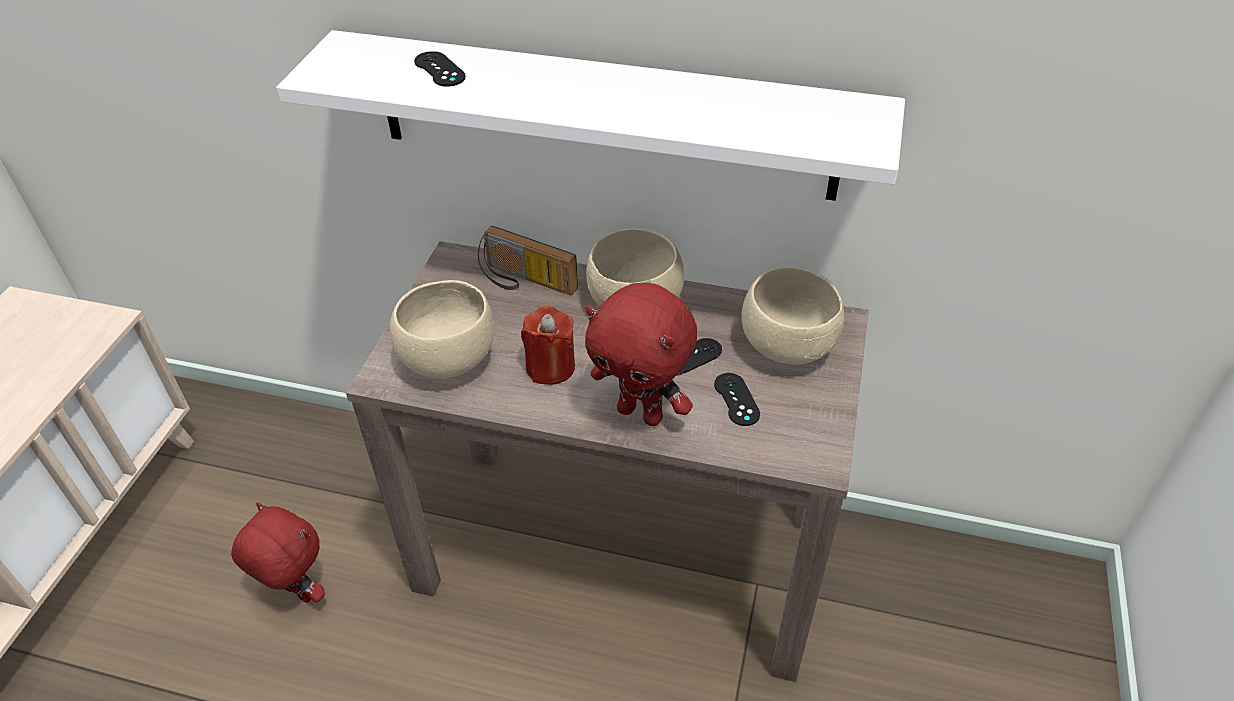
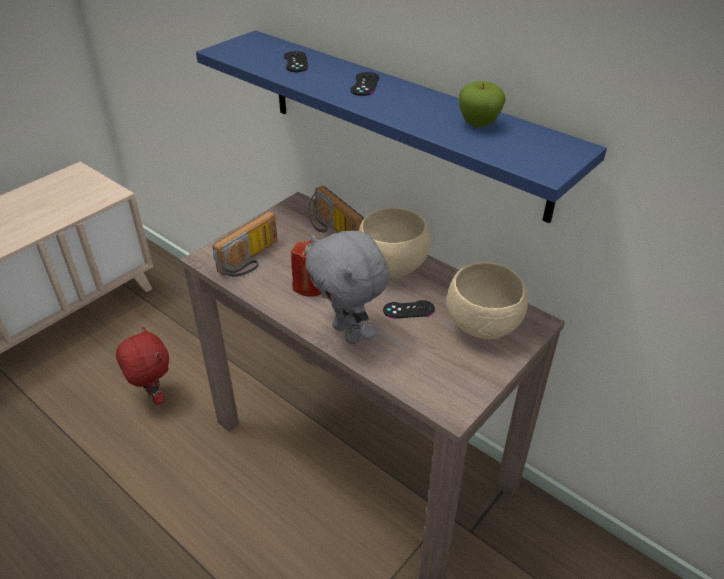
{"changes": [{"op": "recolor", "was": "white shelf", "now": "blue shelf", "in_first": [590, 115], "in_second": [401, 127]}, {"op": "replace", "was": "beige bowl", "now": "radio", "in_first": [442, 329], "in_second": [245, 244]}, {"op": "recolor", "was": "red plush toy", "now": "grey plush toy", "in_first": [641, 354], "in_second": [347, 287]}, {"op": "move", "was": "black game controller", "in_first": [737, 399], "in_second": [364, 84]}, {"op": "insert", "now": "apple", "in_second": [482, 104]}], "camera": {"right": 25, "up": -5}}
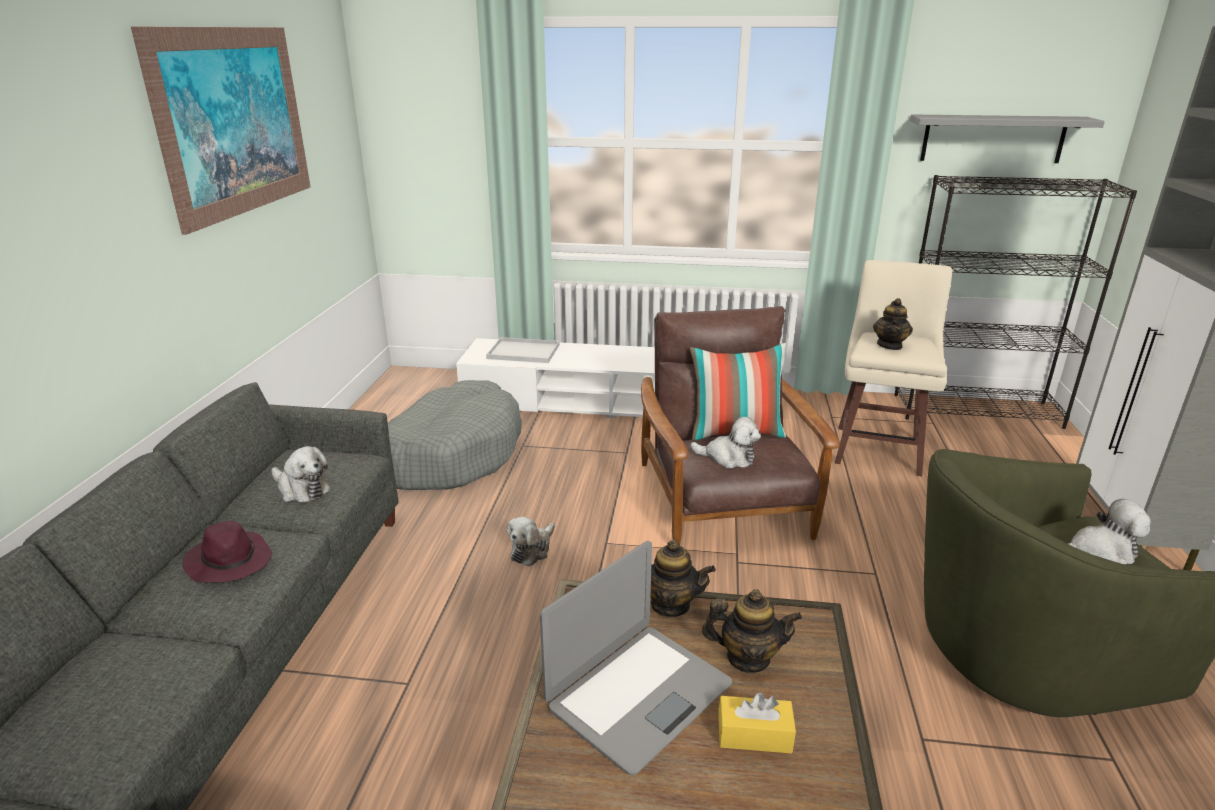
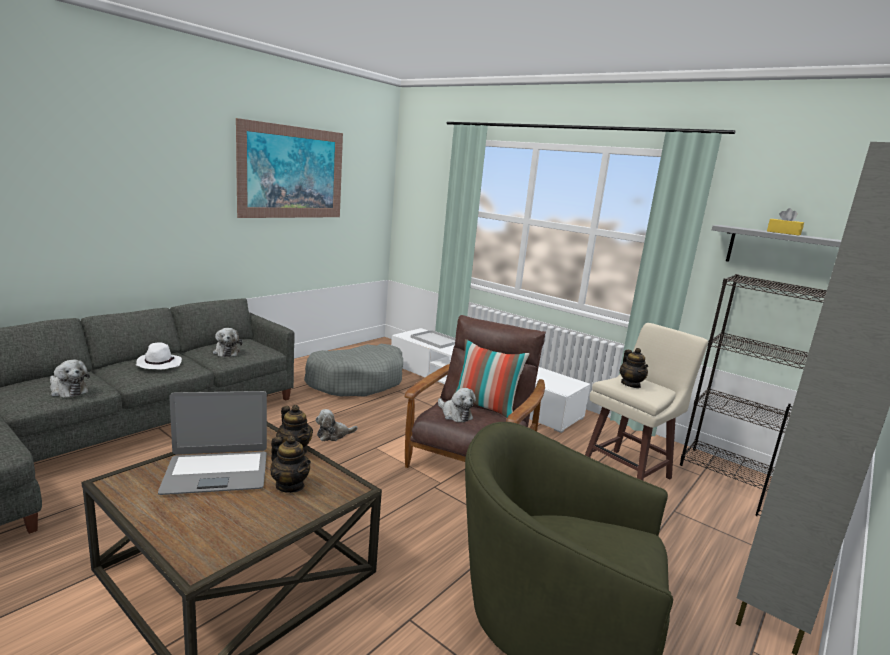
{"changes": [{"op": "recolor", "was": "purple hat", "now": "white hat", "in_first": [227, 551], "in_second": [159, 355]}, {"op": "move", "was": "yellow tissue box", "in_first": [757, 723], "in_second": [785, 221]}, {"op": "rotate", "was": "teapot", "in_first": [893, 324], "in_second": [634, 368], "clockwise": -60}, {"op": "move", "was": "plush toy", "in_first": [1109, 531], "in_second": [70, 379]}], "camera": {"right": 30, "up": -10}}
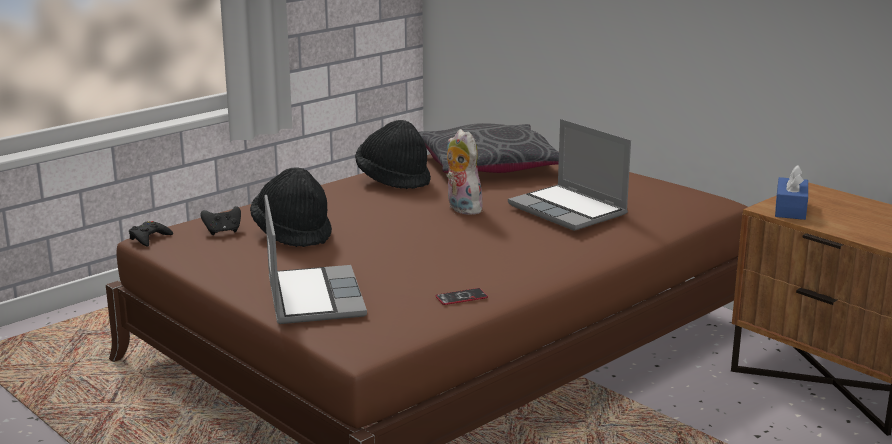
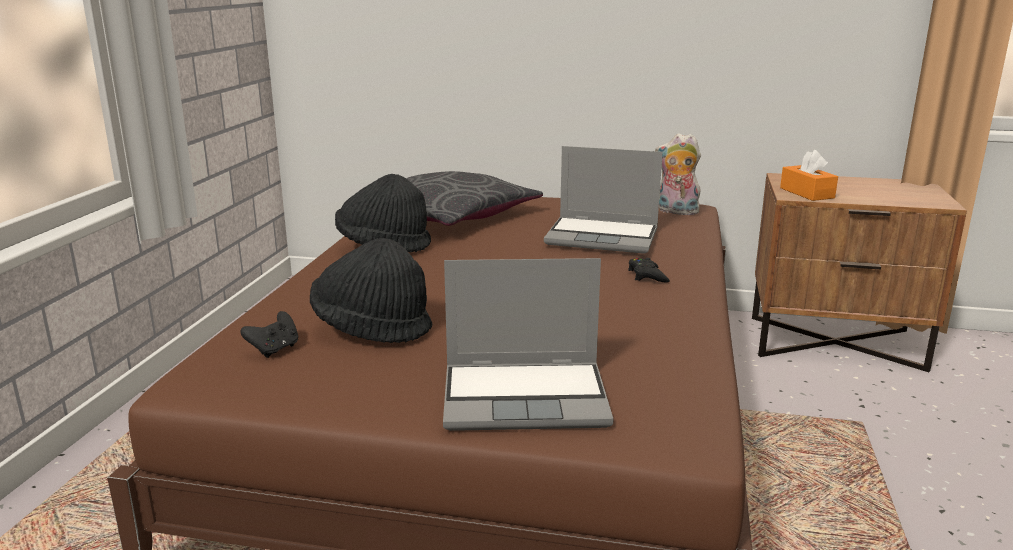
{"changes": [{"op": "move", "was": "black game controller", "in_first": [151, 233], "in_second": [649, 270]}, {"op": "rotate", "was": "laptop", "in_first": [315, 259], "in_second": [528, 344], "clockwise": 135}, {"op": "delete", "was": "phone", "in_first": [462, 296]}, {"op": "move", "was": "plush toy", "in_first": [466, 172], "in_second": [678, 174]}, {"op": "recolor", "was": "blue tissue box", "now": "orange tissue box", "in_first": [791, 192], "in_second": [809, 175]}], "camera": {"right": -35, "up": 0}}
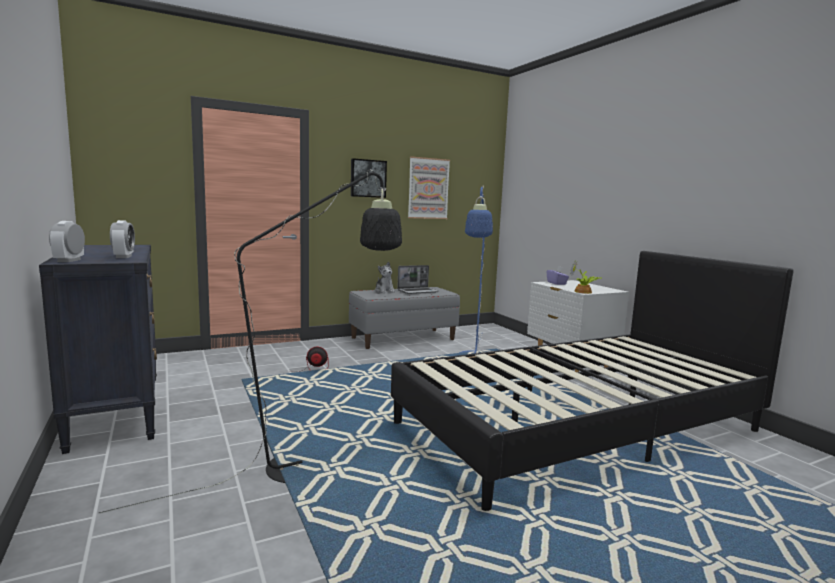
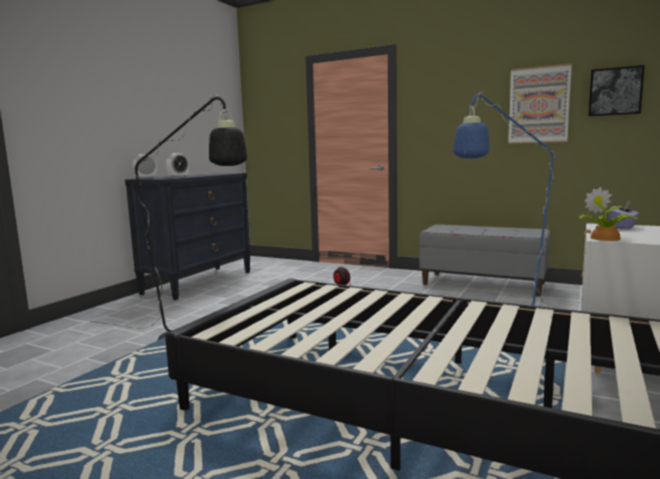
{"changes": [{"op": "move", "was": "picture", "in_first": [369, 178], "in_second": [616, 90]}, {"op": "delete", "was": "plush toy", "in_first": [385, 277]}, {"op": "delete", "was": "laptop", "in_first": [418, 279]}], "camera": {"right": 55, "up": 0}}
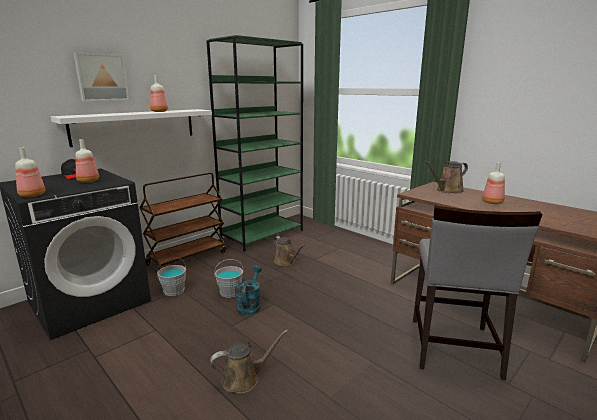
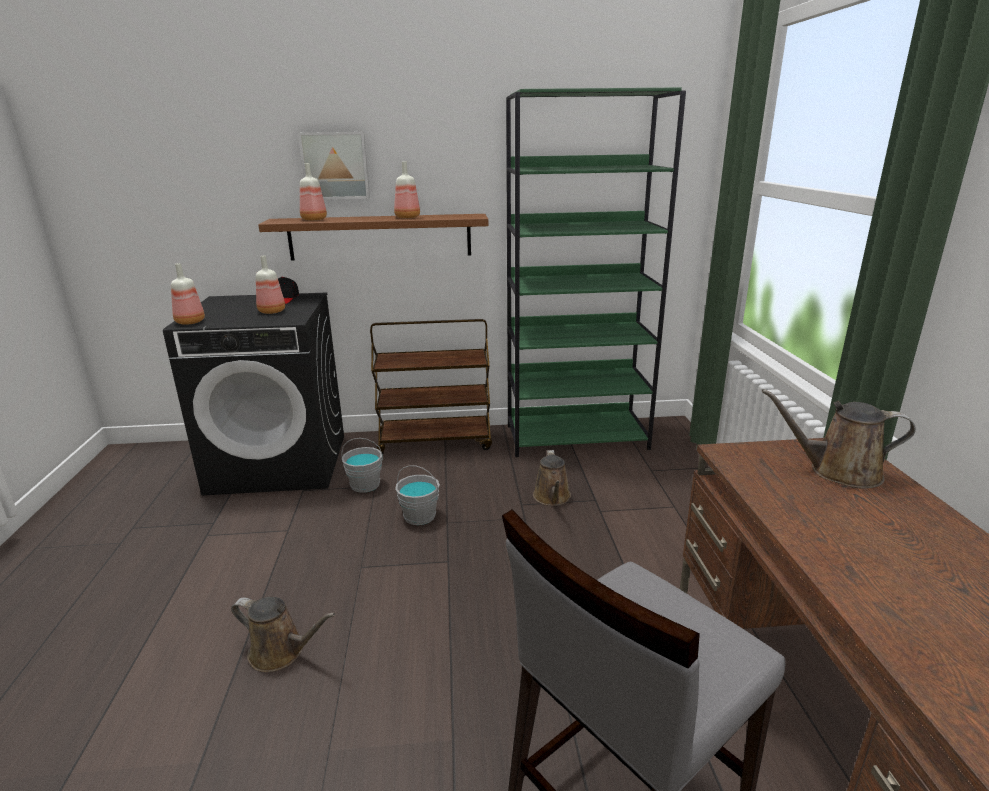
{"changes": [{"op": "recolor", "was": "white shelf", "now": "brown shelf", "in_first": [131, 128], "in_second": [373, 237]}, {"op": "delete", "was": "turquoise watering can", "in_first": [249, 290]}, {"op": "move", "was": "bottle", "in_first": [493, 183], "in_second": [313, 192]}], "camera": {"right": 40, "up": 5}}
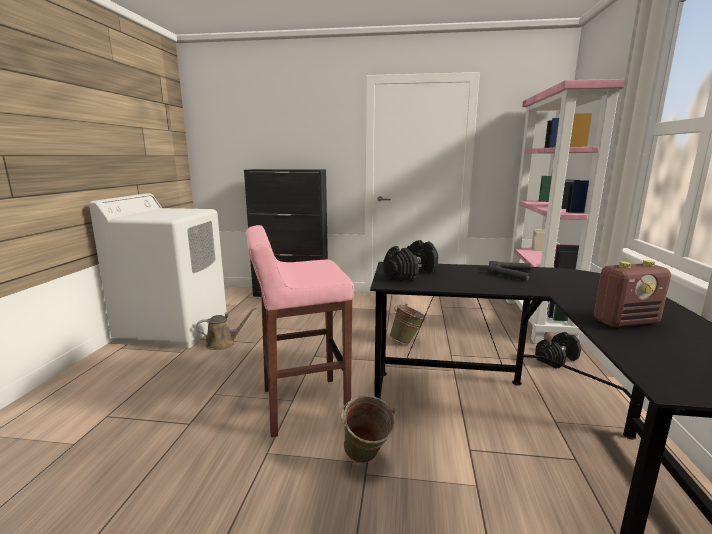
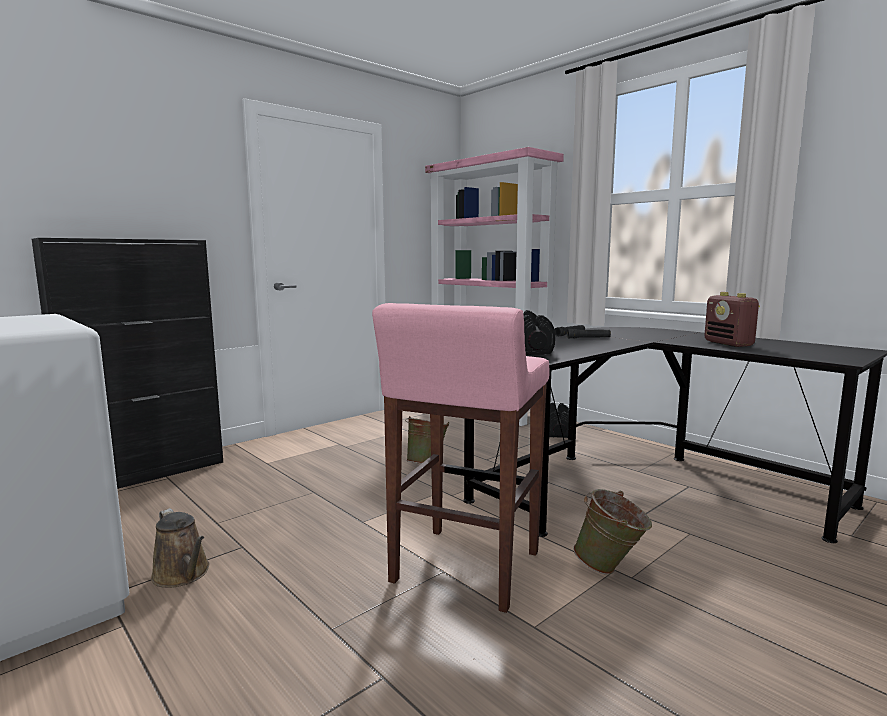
{"changes": [{"op": "rotate", "was": "brown watering can", "in_first": [226, 328], "in_second": [180, 548], "clockwise": 120}, {"op": "rotate", "was": "radio", "in_first": [632, 293], "in_second": [732, 319], "clockwise": 135}], "camera": {"right": -50, "up": -5}}
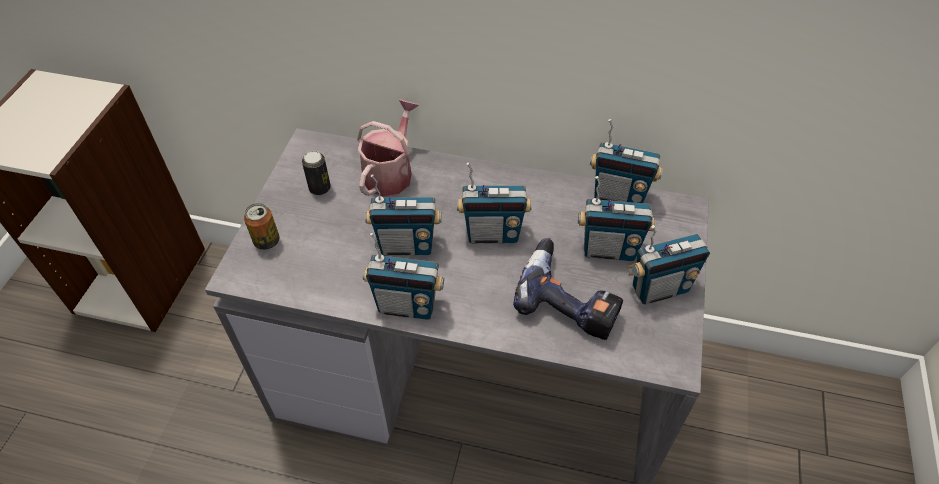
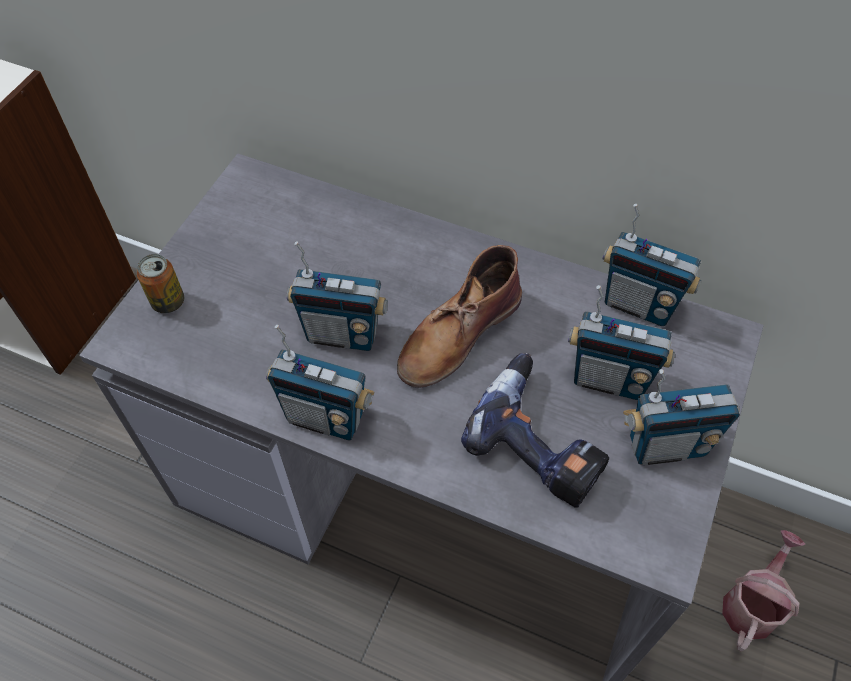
{"changes": [{"op": "delete", "was": "can", "in_first": [316, 173]}, {"op": "move", "was": "watering can", "in_first": [388, 148], "in_second": [763, 591]}, {"op": "replace", "was": "radio", "now": "brown boot", "in_first": [494, 202], "in_second": [459, 316]}], "camera": {"right": 10, "up": 5}}
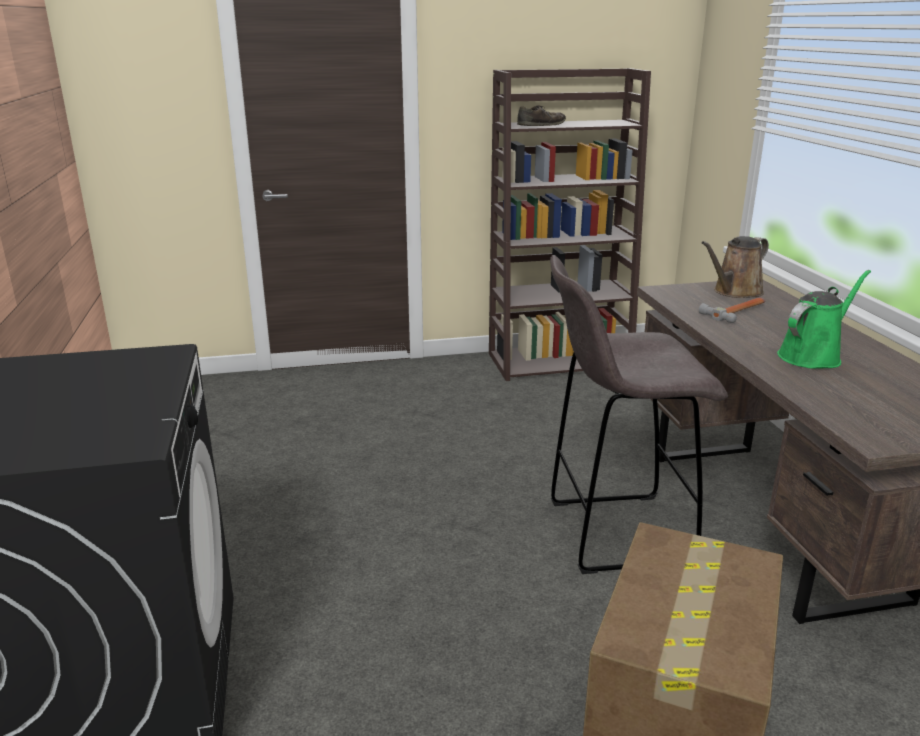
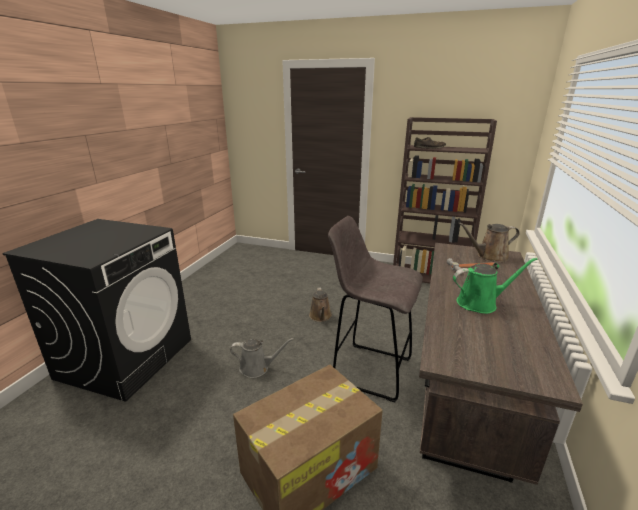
{"changes": [{"op": "insert", "now": "grey watering can", "in_second": [262, 358]}, {"op": "insert", "now": "brown watering can", "in_second": [320, 305]}], "camera": {"right": 30, "up": 0}}
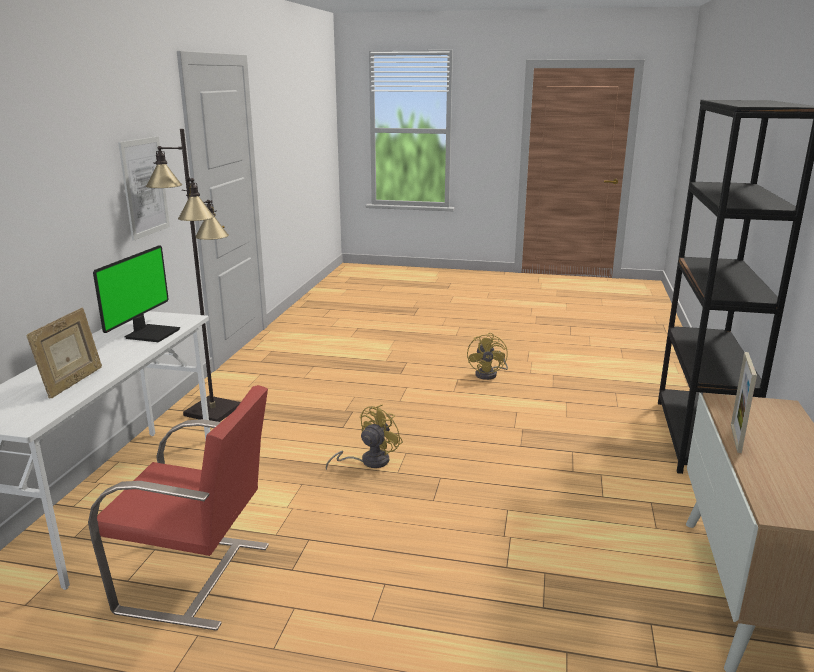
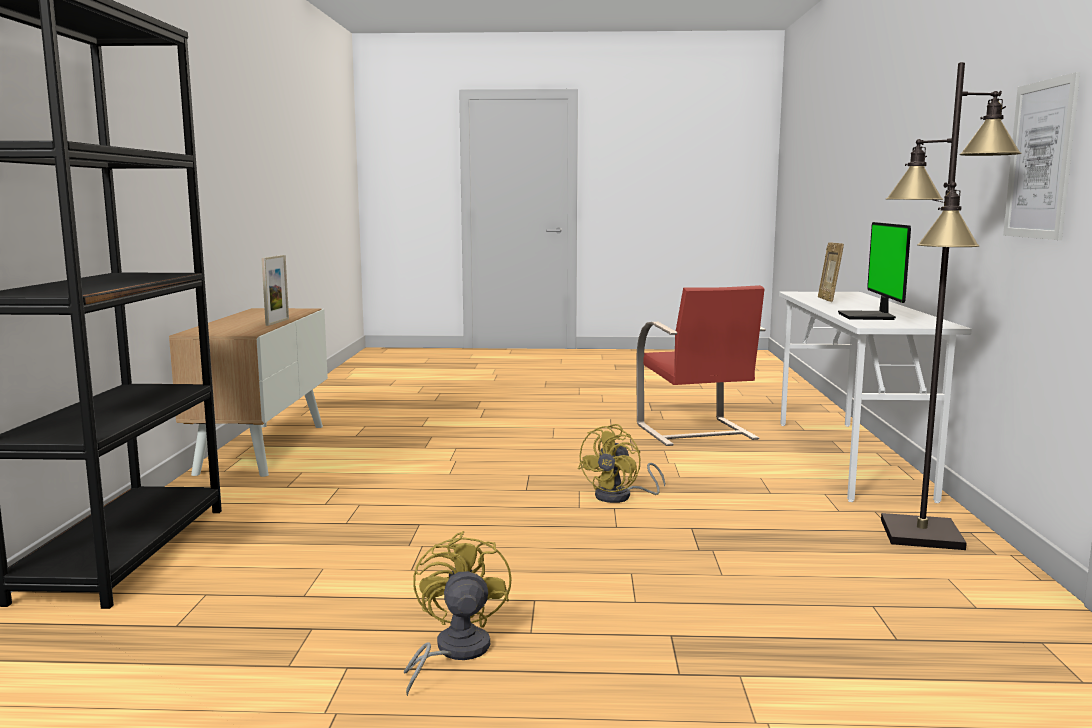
{"changes": [{"op": "rotate", "was": "red chair", "in_first": [178, 508], "in_second": [701, 365], "clockwise": -105}], "camera": {"right": 170, "up": -10}}
